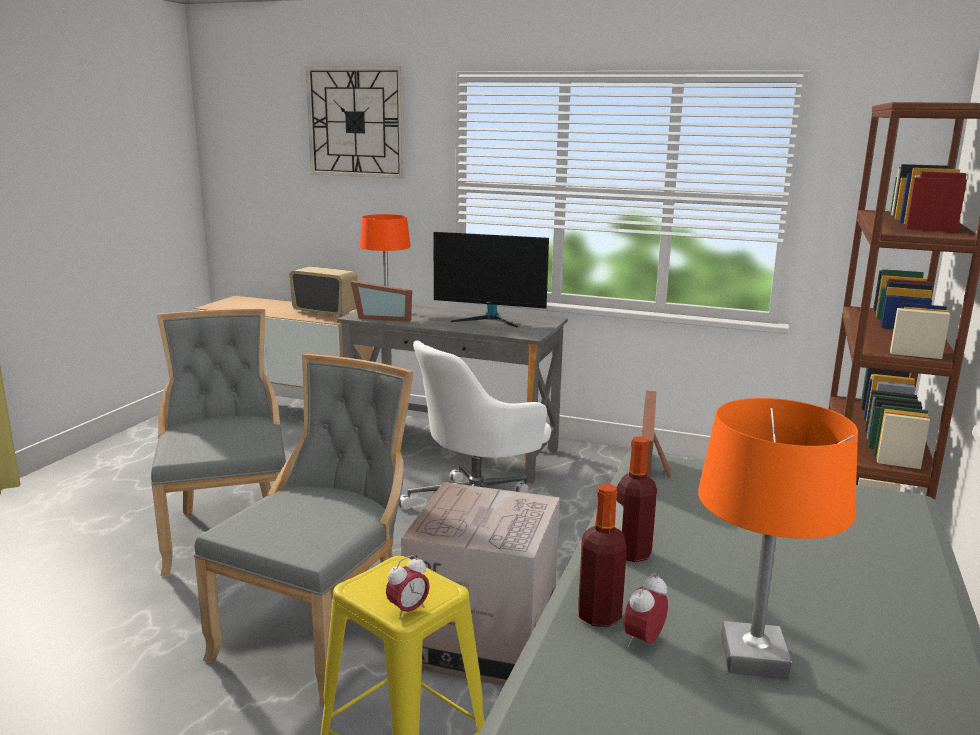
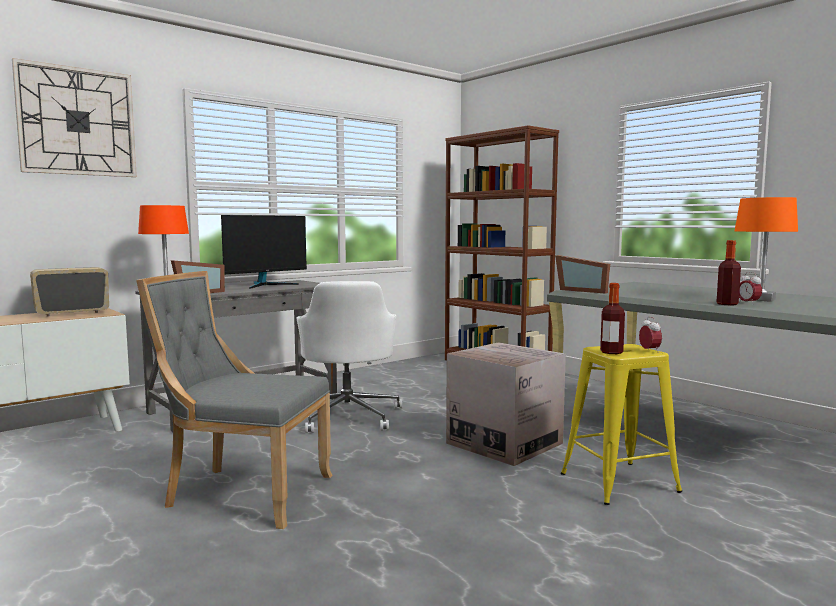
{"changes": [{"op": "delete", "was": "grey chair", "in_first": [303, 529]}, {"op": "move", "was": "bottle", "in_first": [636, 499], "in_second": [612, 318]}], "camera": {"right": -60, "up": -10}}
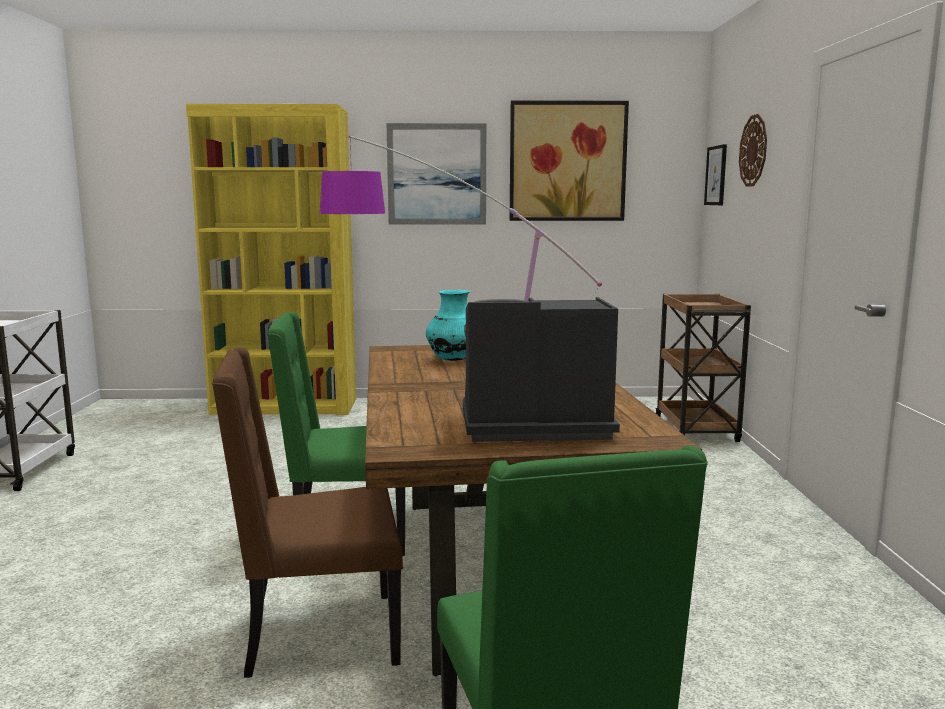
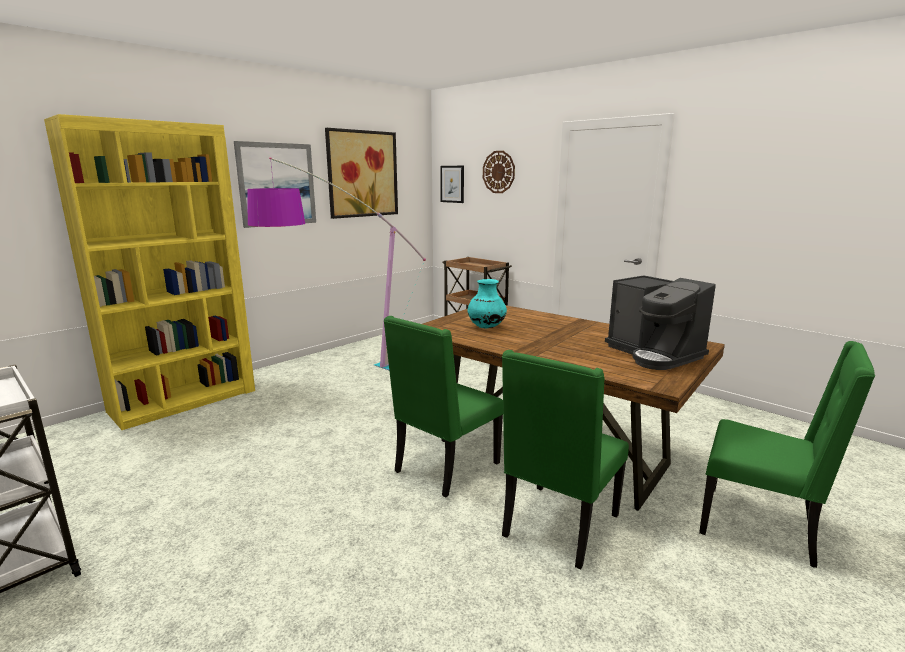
{"changes": [{"op": "recolor", "was": "brown chair", "now": "green chair", "in_first": [307, 513], "in_second": [565, 459]}, {"op": "rotate", "was": "coffee machine", "in_first": [541, 369], "in_second": [660, 322], "clockwise": -75}], "camera": {"right": -45, "up": 5}}
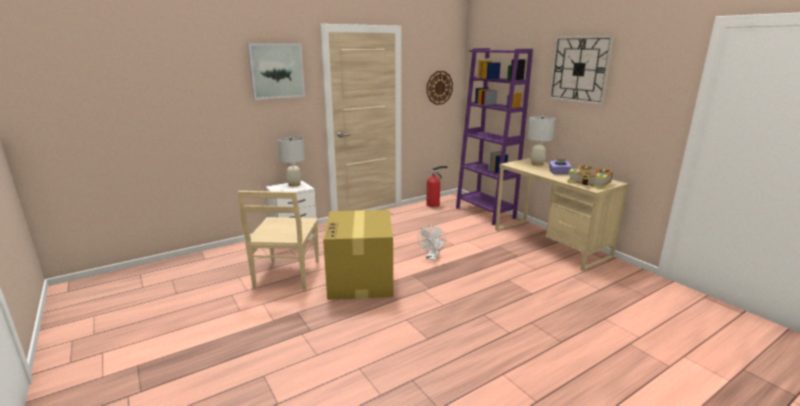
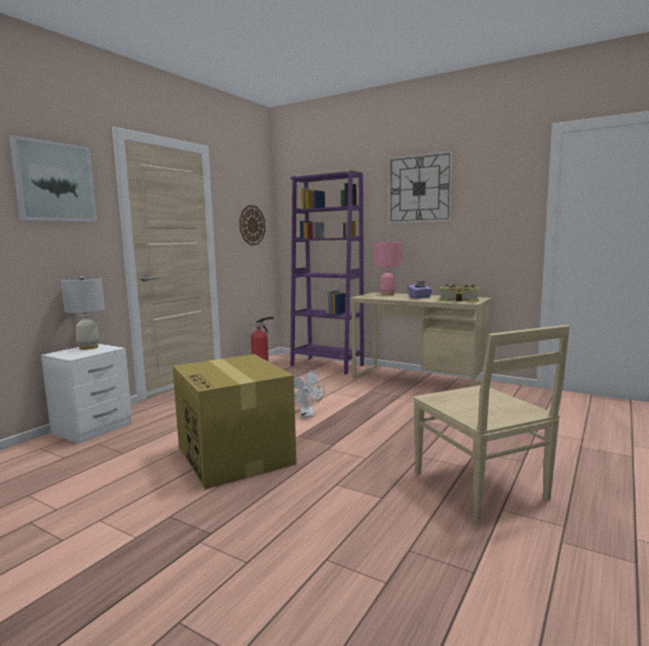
{"changes": [{"op": "move", "was": "beige chair", "in_first": [278, 240], "in_second": [491, 423]}, {"op": "recolor", "was": "white table lamp", "now": "pink table lamp", "in_first": [541, 140], "in_second": [388, 267]}], "camera": {"right": -25, "up": -10}}
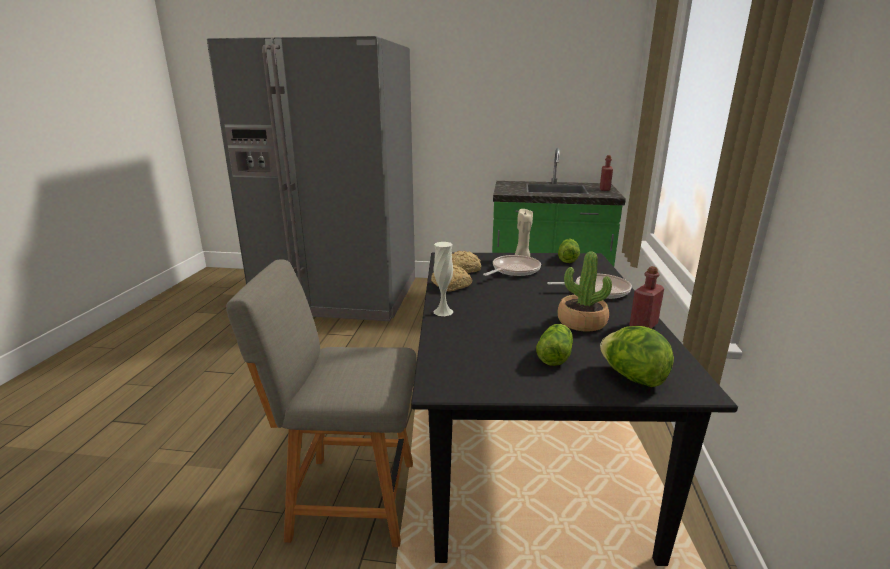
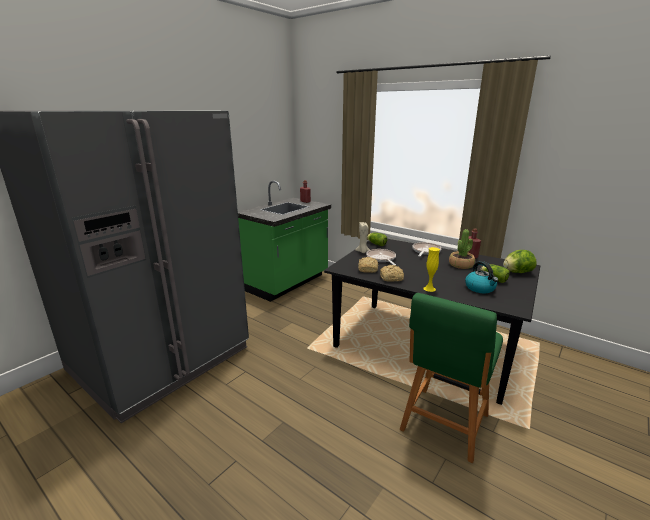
{"changes": [{"op": "recolor", "was": "grey chair", "now": "green chair", "in_first": [321, 403], "in_second": [451, 378]}, {"op": "recolor", "was": "white vase", "now": "yellow vase", "in_first": [443, 279], "in_second": [432, 269]}, {"op": "insert", "now": "kettle", "in_second": [481, 277]}], "camera": {"right": -60, "up": 0}}
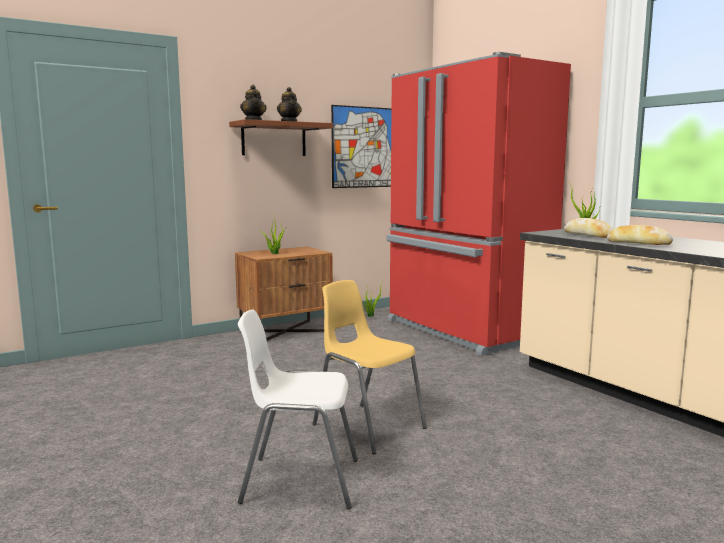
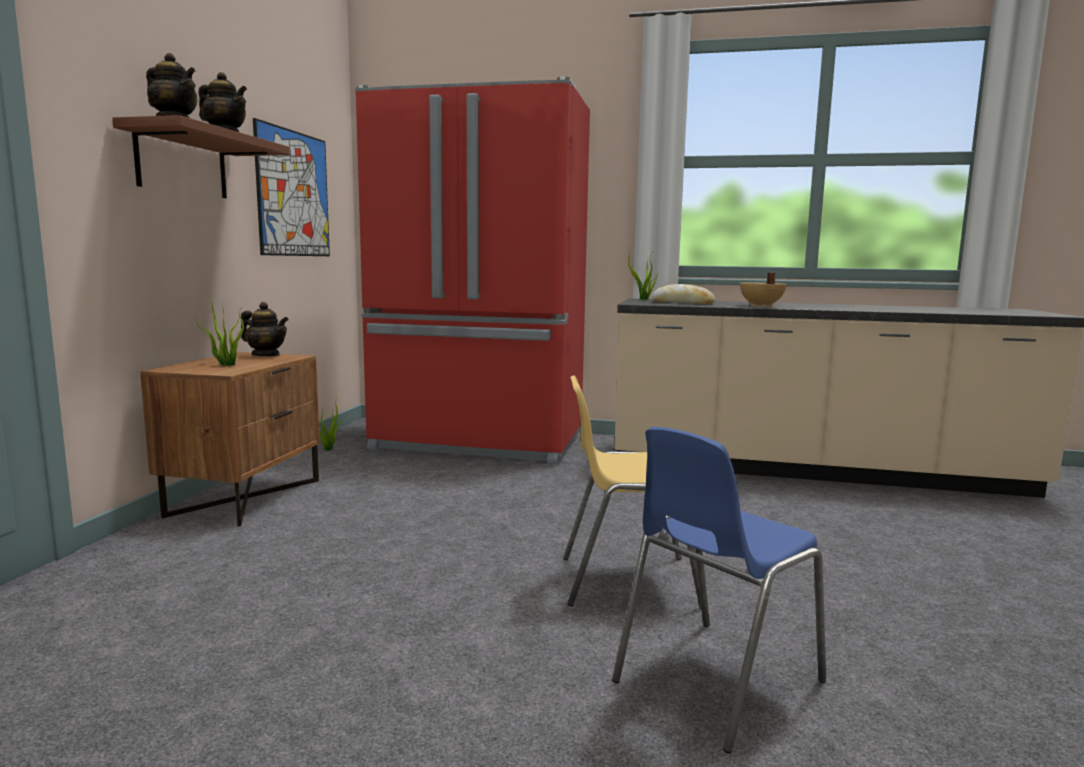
{"changes": [{"op": "recolor", "was": "white chair", "now": "blue chair", "in_first": [298, 409], "in_second": [719, 590]}, {"op": "replace", "was": "bread", "now": "beige cooking pot", "in_first": [640, 235], "in_second": [763, 289]}, {"op": "insert", "now": "teapot", "in_second": [265, 329]}], "camera": {"right": -45, "up": 0}}
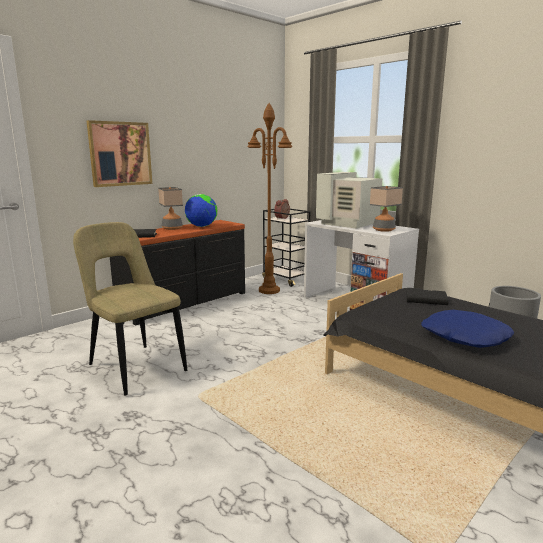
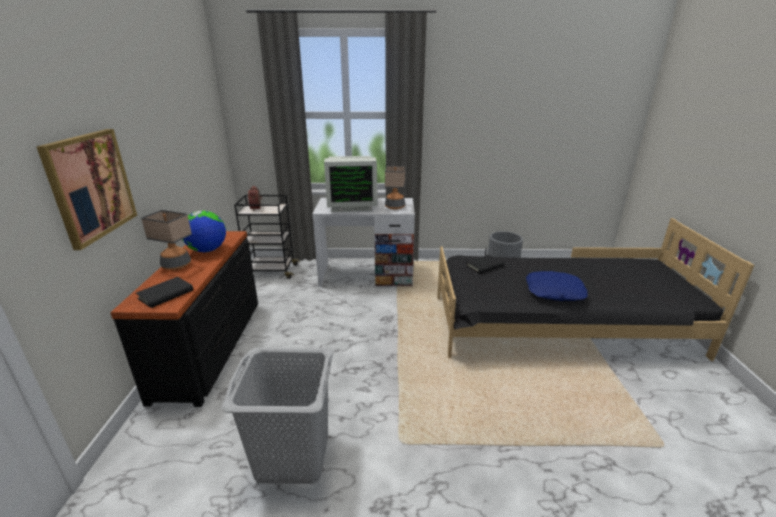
{"changes": [{"op": "replace", "was": "beige chair", "now": "grey laundry basket", "in_first": [130, 309], "in_second": [277, 415]}, {"op": "delete", "was": "brown floor lamp", "in_first": [269, 198]}, {"op": "rotate", "was": "monitor", "in_first": [349, 200], "in_second": [350, 184], "clockwise": -90}], "camera": {"right": -45, "up": 10}}
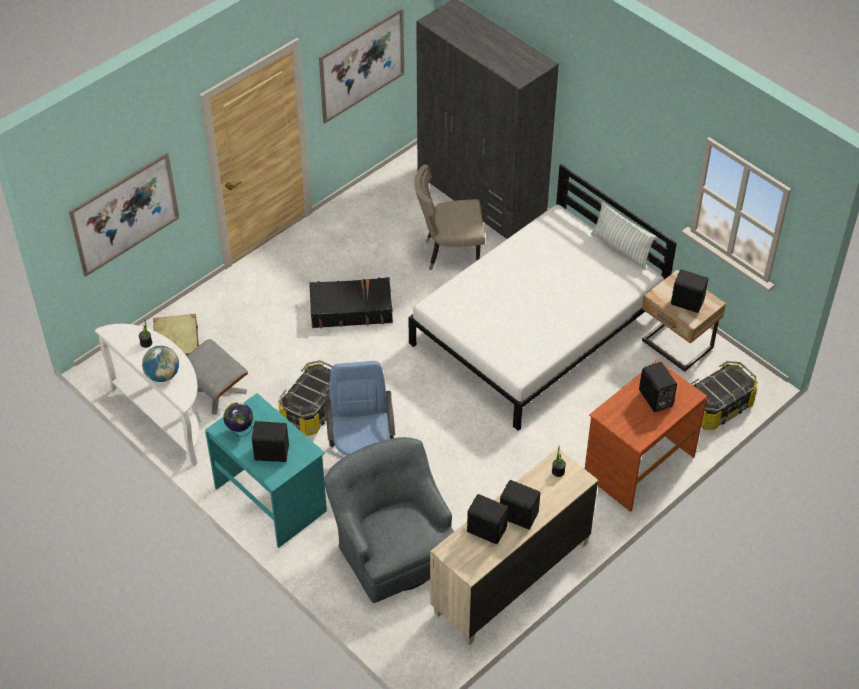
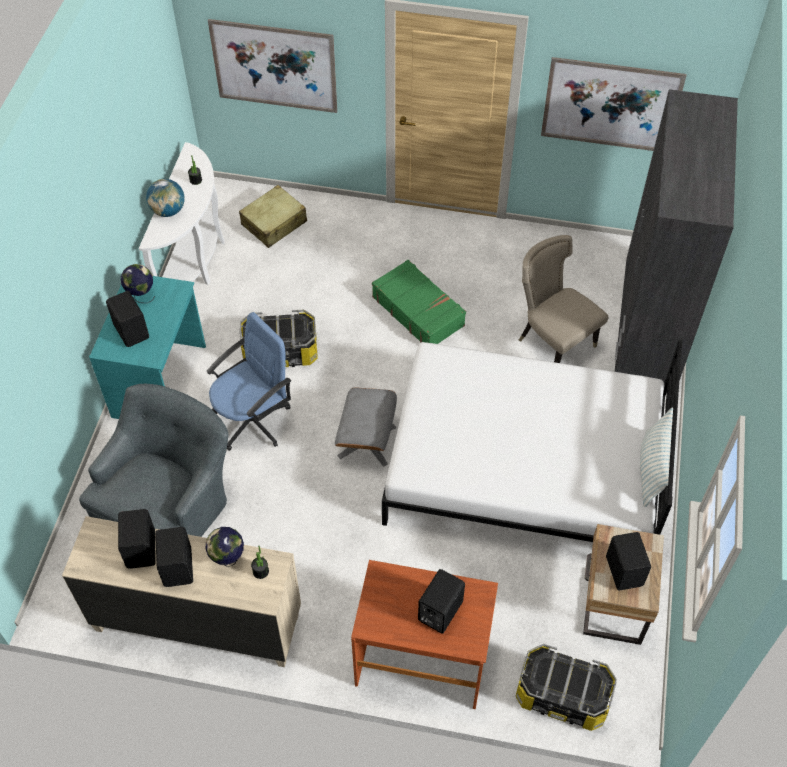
{"changes": [{"op": "move", "was": "grey ottoman", "in_first": [217, 377], "in_second": [366, 427]}, {"op": "recolor", "was": "black suitcase", "now": "green suitcase", "in_first": [351, 302], "in_second": [419, 302]}, {"op": "insert", "now": "globe", "in_second": [224, 547]}], "camera": {"right": 55, "up": 5}}
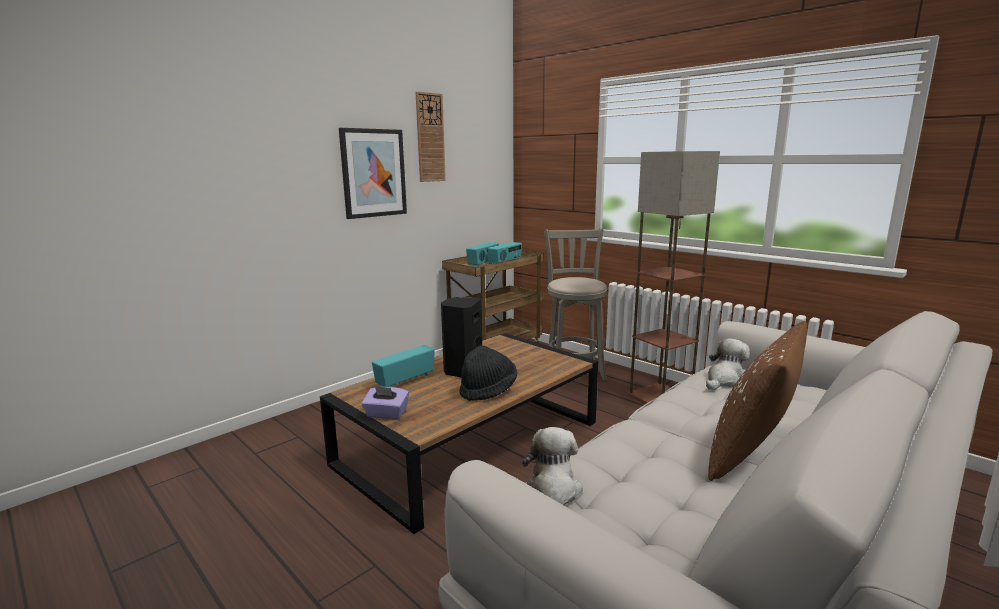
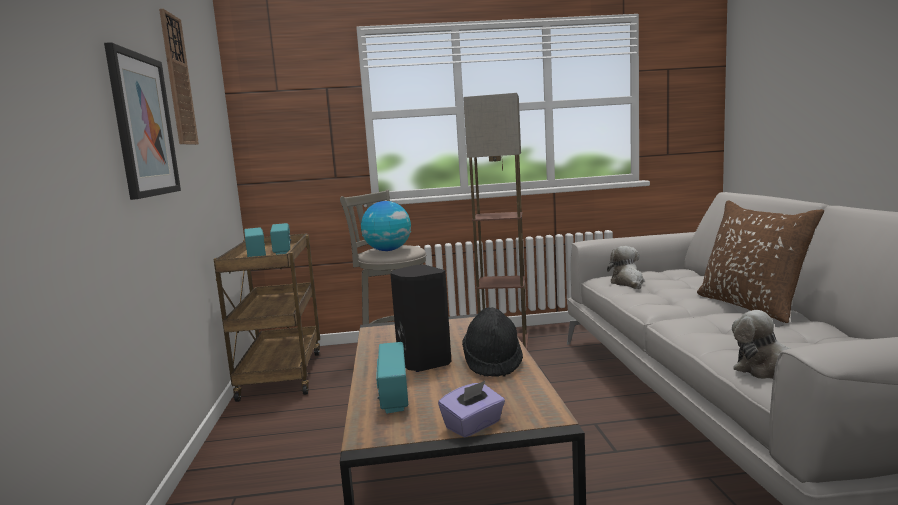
{"changes": [{"op": "insert", "now": "globe", "in_second": [386, 226]}], "camera": {"right": -50, "up": -5}}
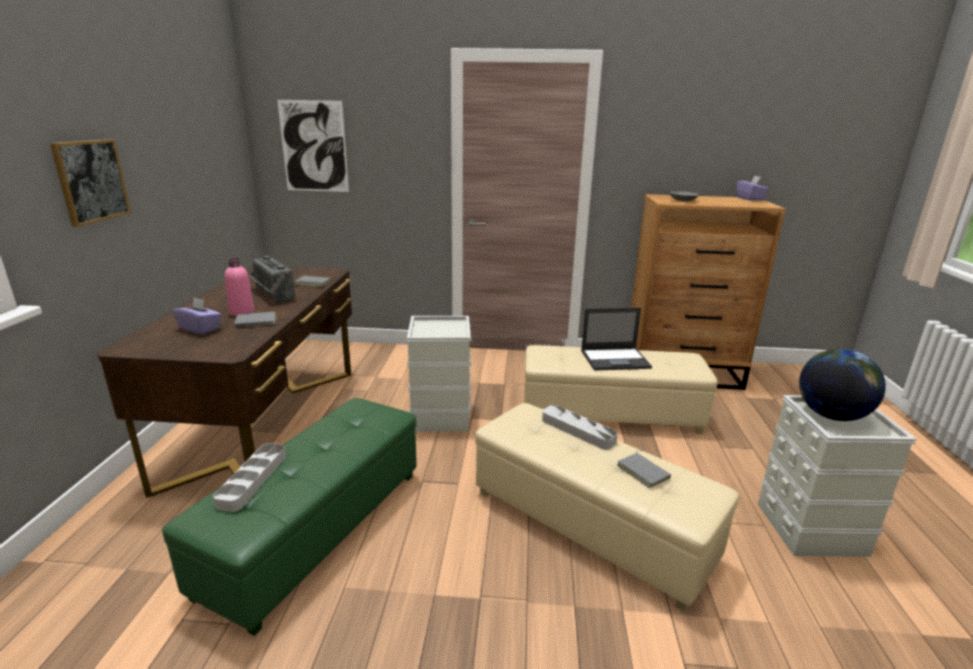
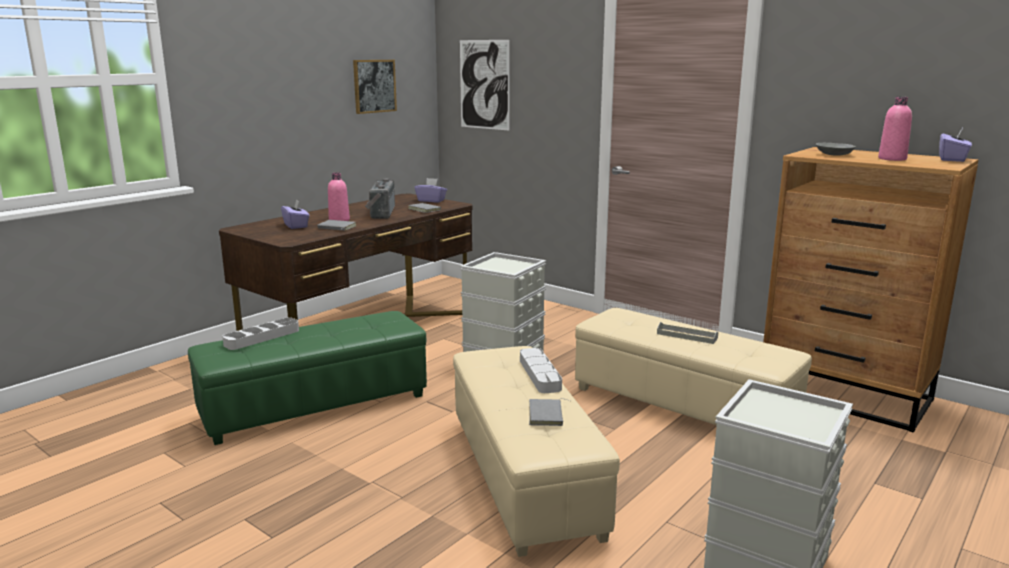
{"changes": [{"op": "move", "was": "picture", "in_first": [90, 183], "in_second": [375, 87]}, {"op": "replace", "was": "laptop", "now": "grey tray", "in_first": [616, 339], "in_second": [687, 333]}, {"op": "delete", "was": "globe", "in_first": [842, 384]}, {"op": "insert", "now": "purple tissue box", "in_second": [431, 190]}, {"op": "insert", "now": "pink bottle", "in_second": [895, 129]}], "camera": {"right": 35, "up": -5}}
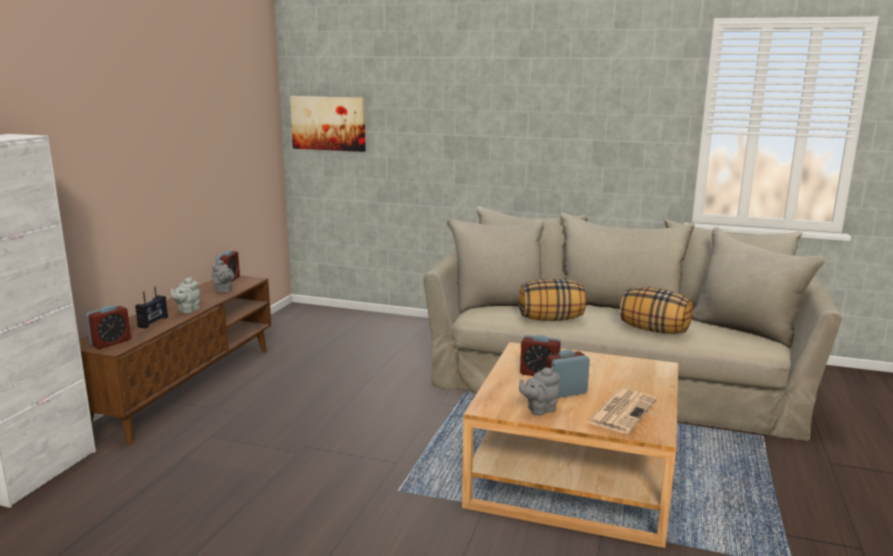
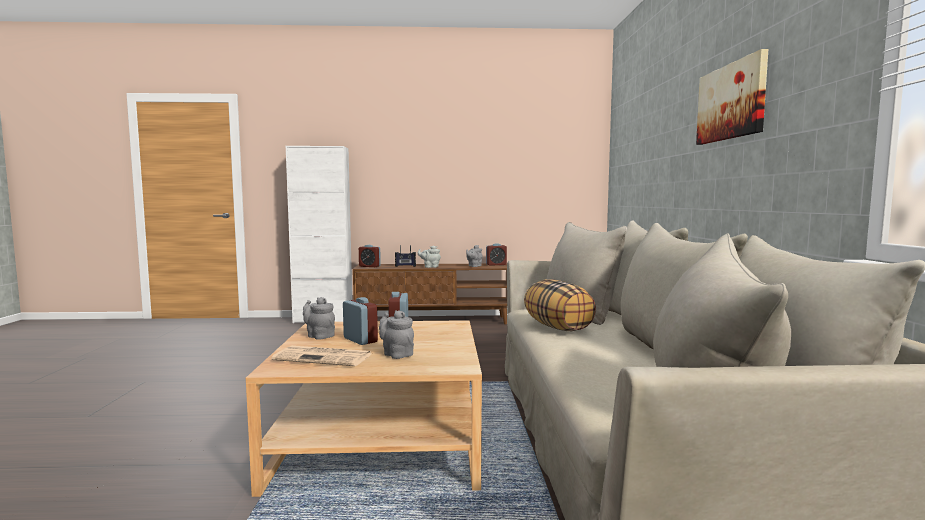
{"changes": [{"op": "move", "was": "picture", "in_first": [328, 124], "in_second": [732, 97]}, {"op": "delete", "was": "pillow", "in_first": [656, 310]}, {"op": "insert", "now": "grey teapot", "in_second": [396, 334]}], "camera": {"right": 70, "up": -10}}
